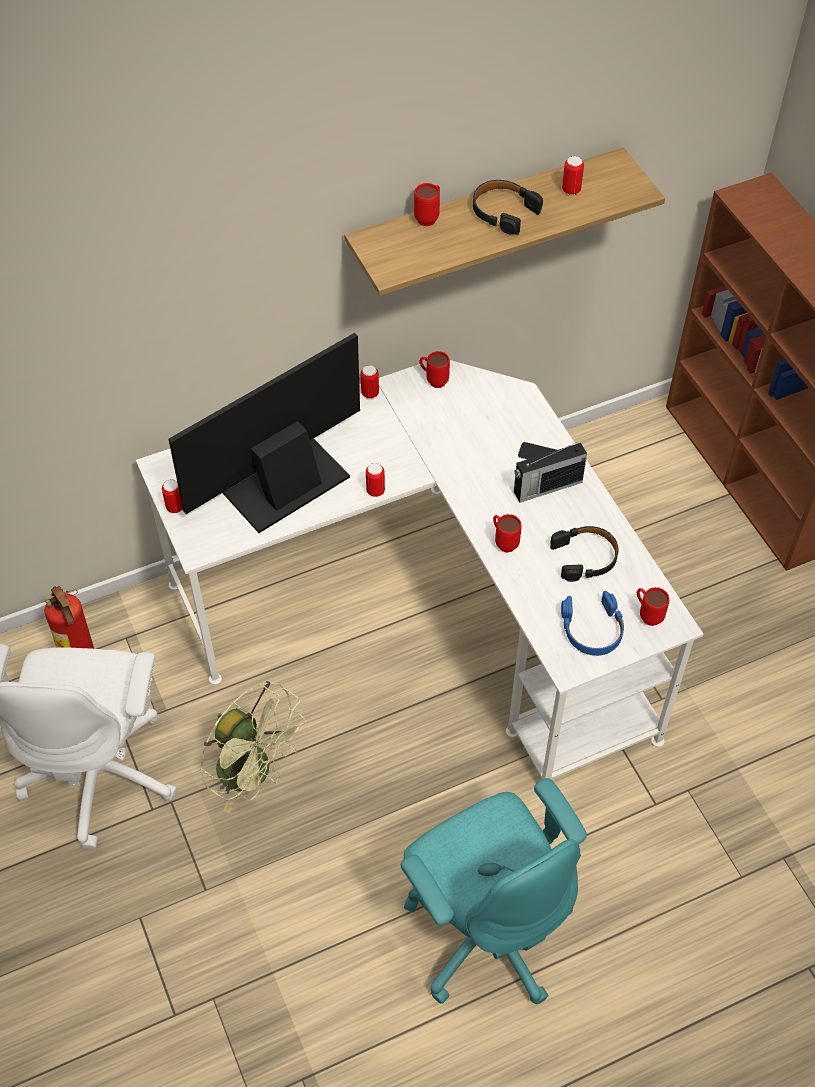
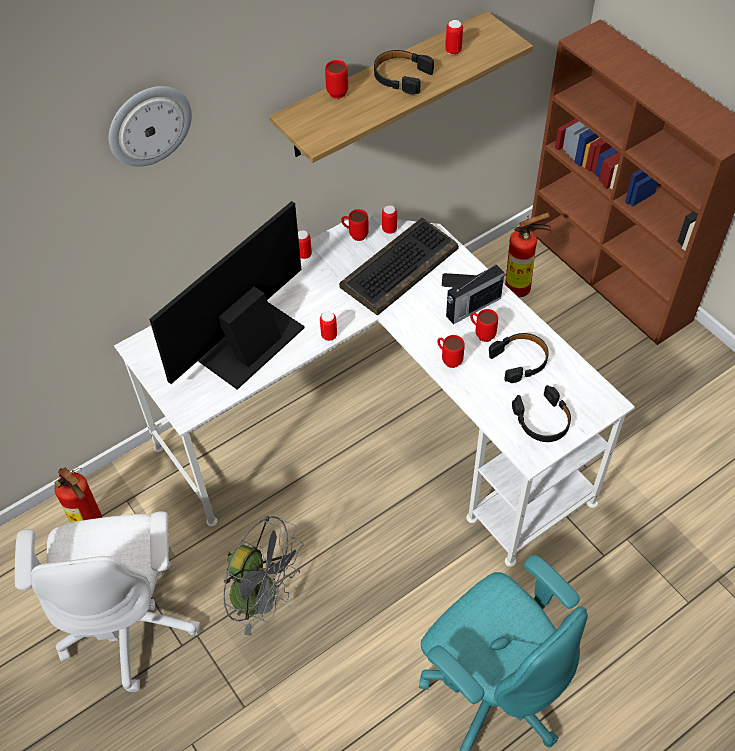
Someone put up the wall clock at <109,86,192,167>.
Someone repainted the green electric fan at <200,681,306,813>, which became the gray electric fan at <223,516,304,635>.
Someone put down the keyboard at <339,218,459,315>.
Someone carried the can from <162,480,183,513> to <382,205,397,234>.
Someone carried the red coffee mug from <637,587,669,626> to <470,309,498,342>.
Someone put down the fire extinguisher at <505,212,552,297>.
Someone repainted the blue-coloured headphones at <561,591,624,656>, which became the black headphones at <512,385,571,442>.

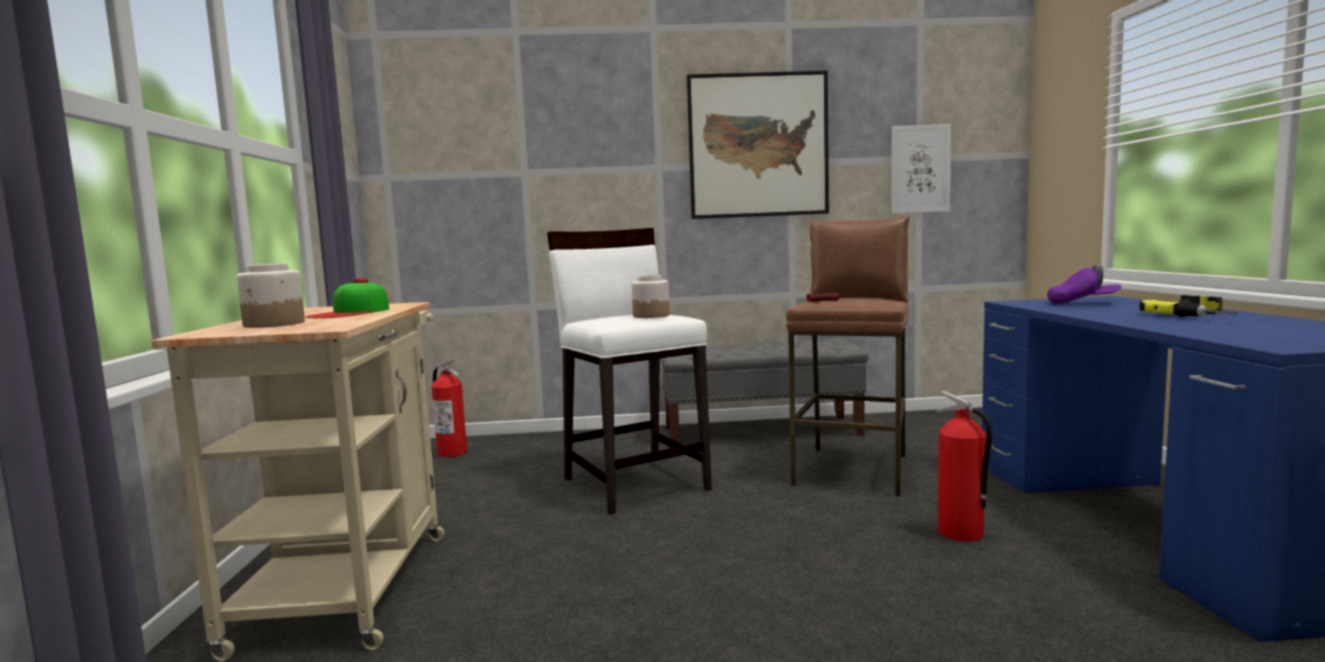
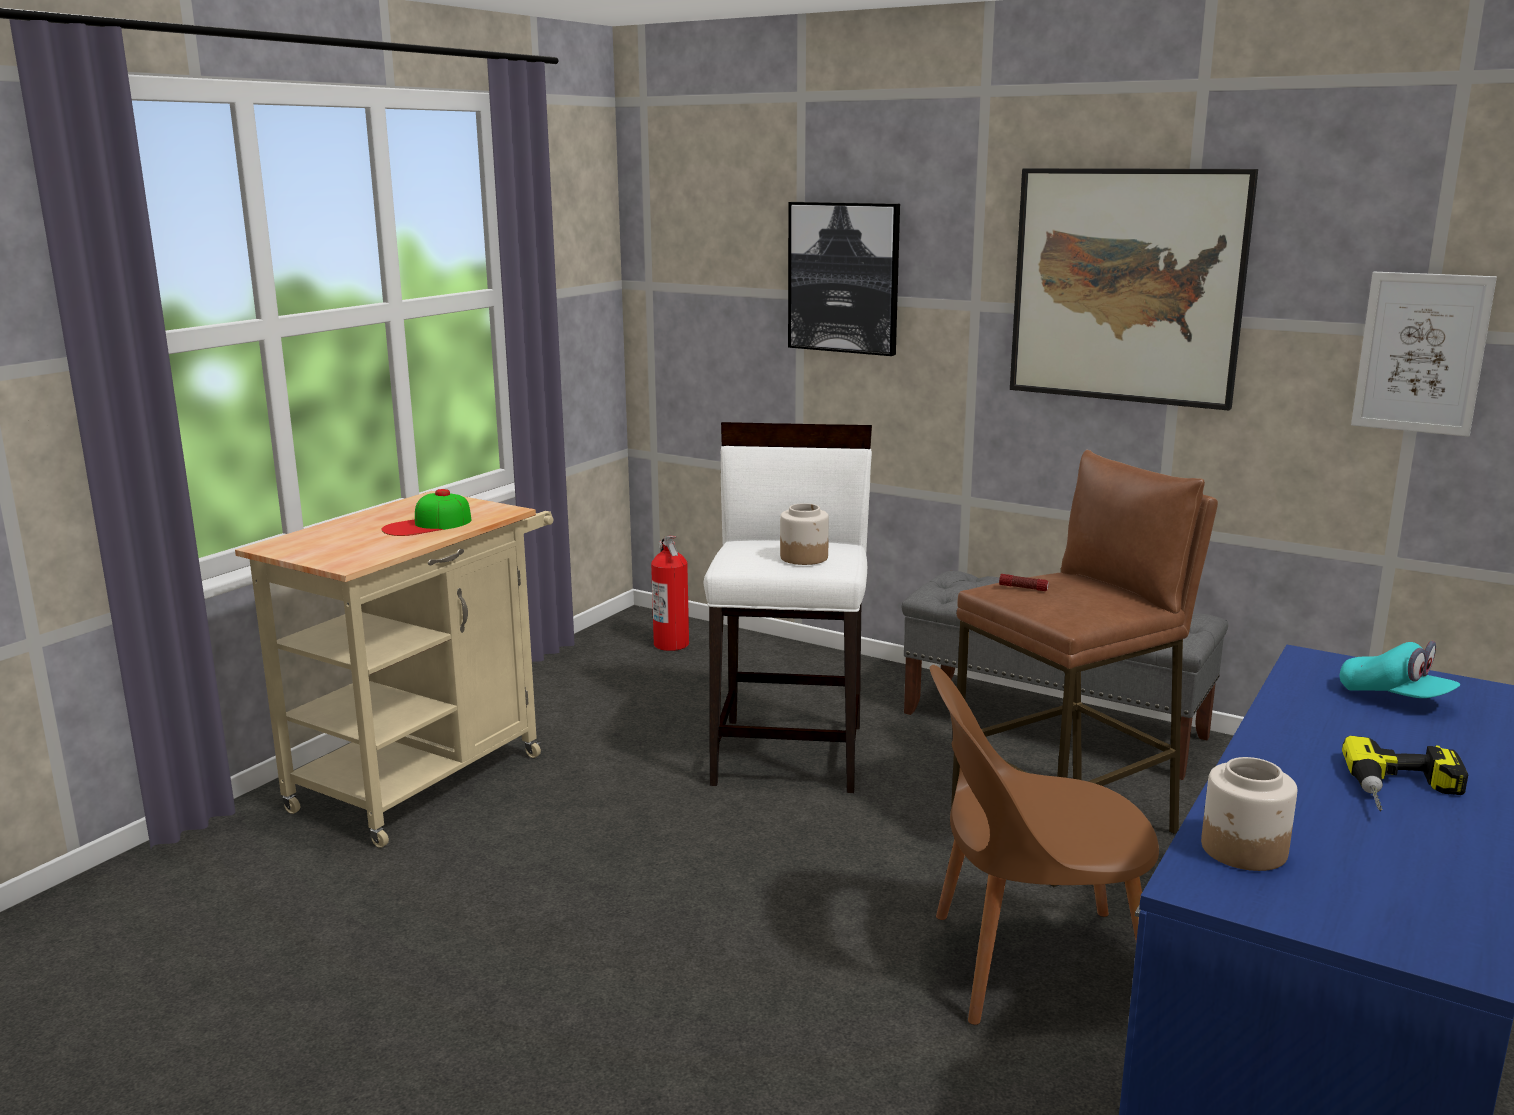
Someone put up the picture at <788,202,900,356>.
Someone swapped the fire extinguisher at <936,391,992,542> for the brown-coloured chair at <930,665,1159,1025>.
Someone carried the preserve jar from <237,263,305,328> to <1201,757,1297,871>.
Someone repainted the purplish baseball cap at <1047,265,1122,304>, which became the turquoise-coloured baseball cap at <1340,641,1460,698>.

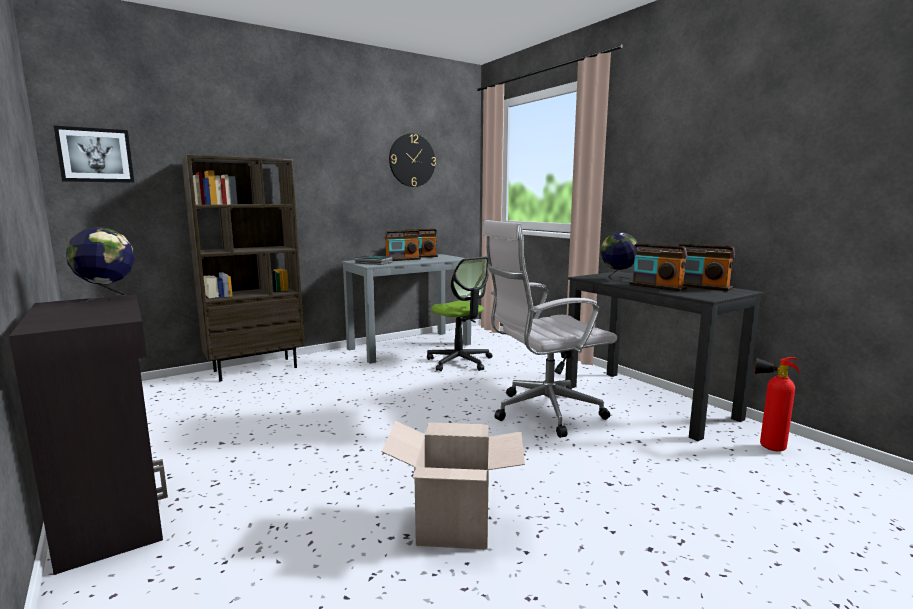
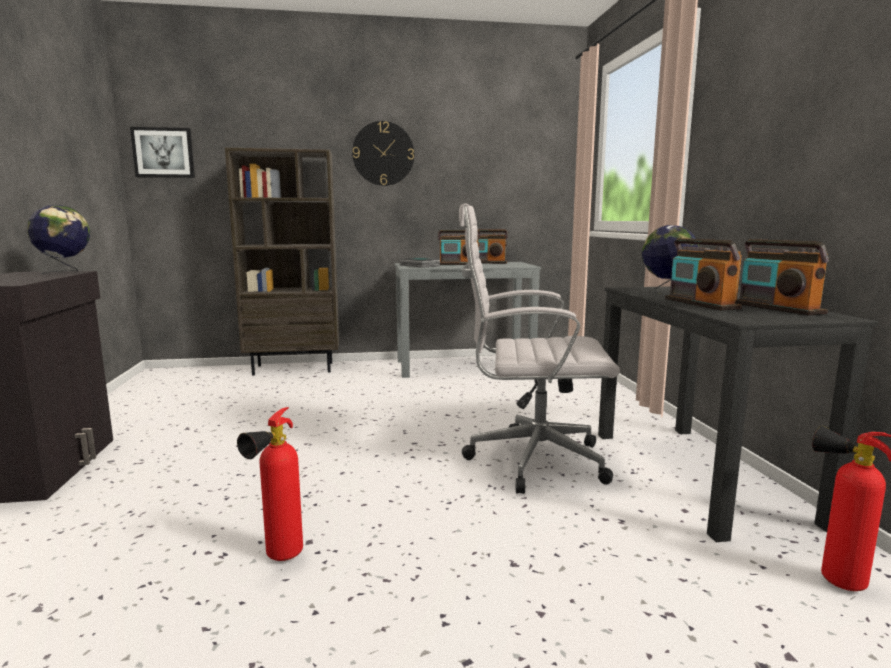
Someone swapped the cardboard box at <381,421,525,550> for the fire extinguisher at <237,407,303,561>.
Someone carried the wall clock from <389,133,436,187> to <352,121,414,186>.
Someone took away the office chair at <427,256,493,371>.

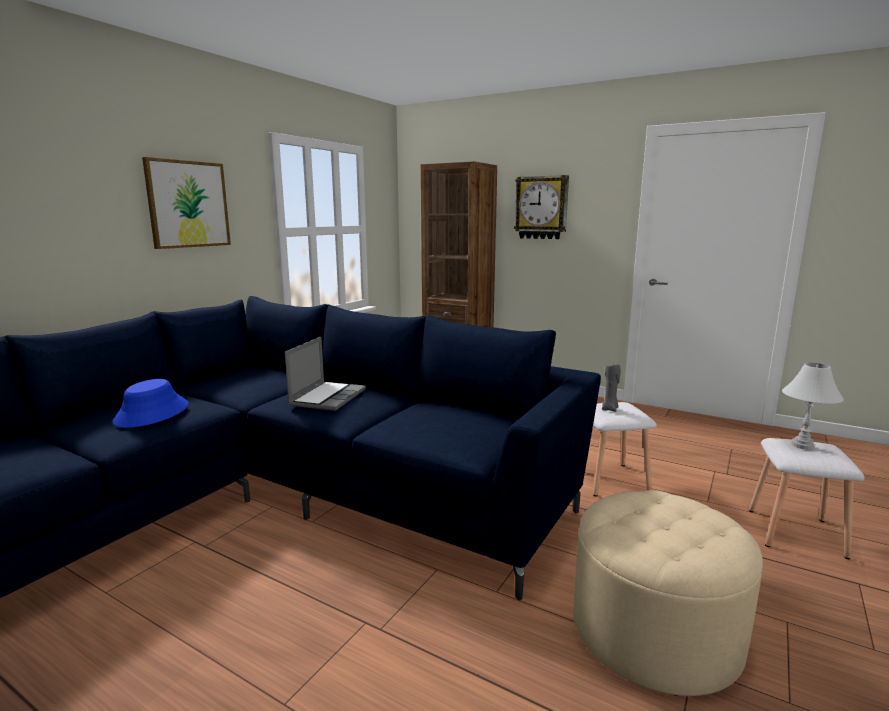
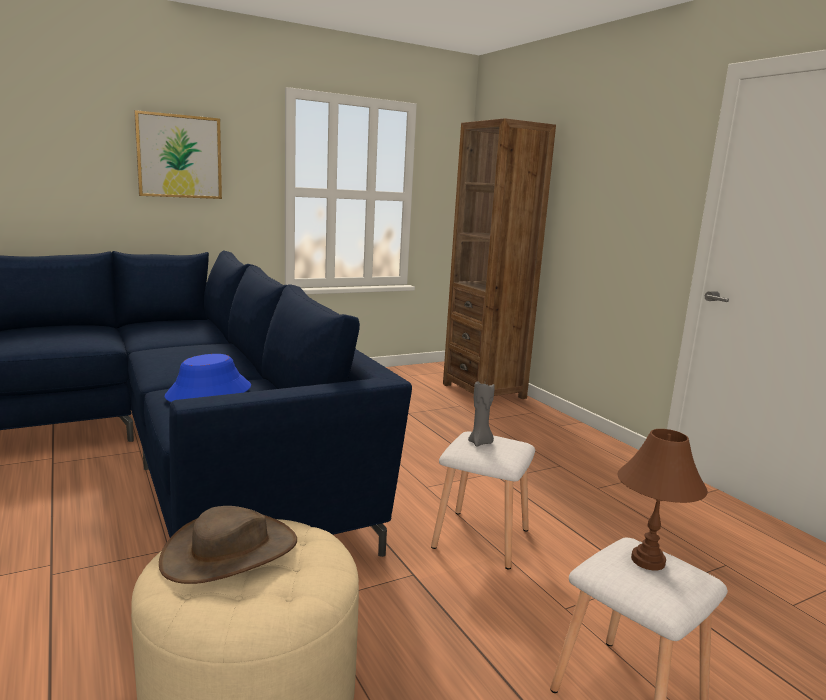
Someone put down the brown-coloured wearable hat at <159,506,297,584>.
Someone carried the blue-coloured wearable hat from <112,379,189,428> to <165,354,251,402>.
Someone repainted the white table lamp at <782,363,844,450>, which became the brown-coloured table lamp at <618,429,708,570>.
Someone took away the notebook computer at <285,336,366,411>.
Someone took away the wall clock at <514,175,569,239>.

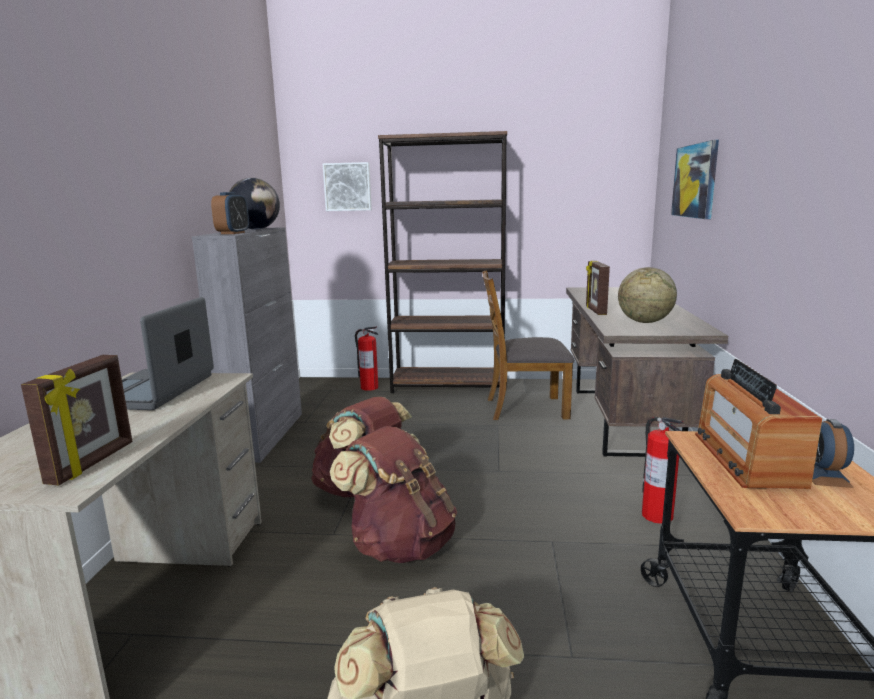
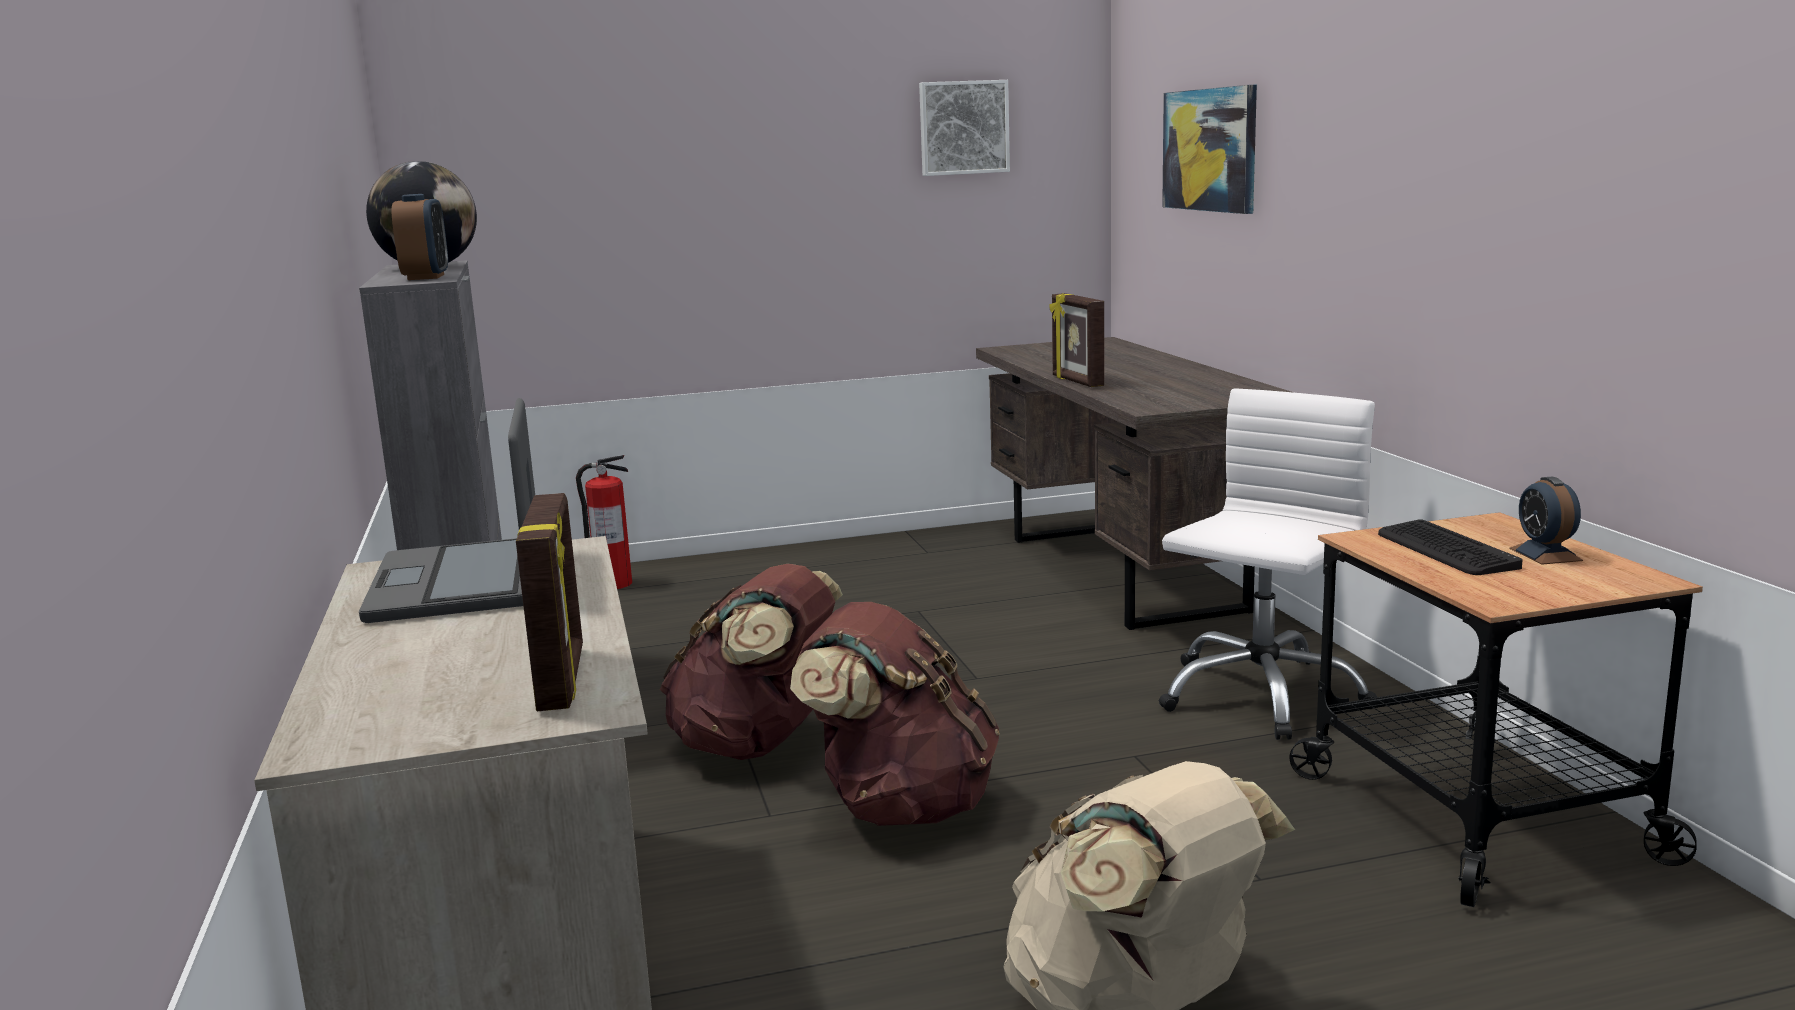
Someone carried the picture from <323,162,372,211> to <919,80,1010,176>.
Someone swapped the fire extinguisher at <642,417,683,524> for the white office chair at <1159,389,1377,740>.
Someone swapped the radio at <695,359,822,489> for the keyboard at <1378,519,1523,575>.
Someone took away the brown-coloured shelving unit at <378,131,507,393>.
Someone took away the brown-coloured chair at <482,270,575,420>.
Someone took away the desk globe at <618,267,677,323>.

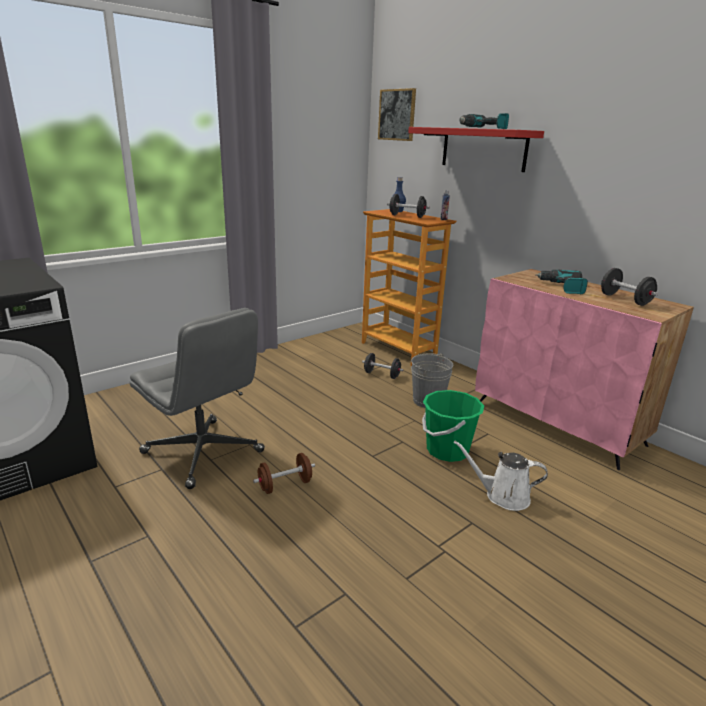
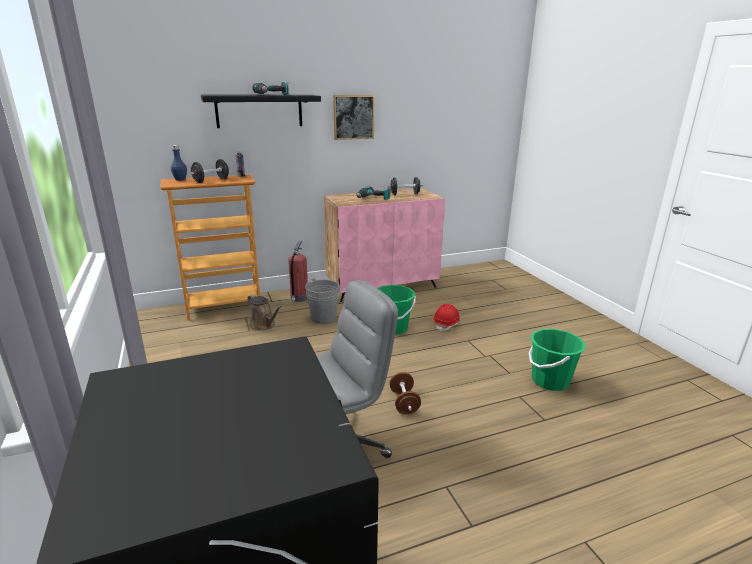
Someone repainted the red wall shelf at <408,127,544,172>, which became the black wall shelf at <201,95,321,128>.
Someone swapped the black dumbbell at <362,353,404,379> for the brown-coloured watering pot at <247,295,282,331>.
Someone put down the fire extinguisher at <288,241,308,303>.
Someone carried the picture from <378,88,416,141> to <333,95,374,140>.
Someone swapped the white watering pot at <454,440,548,511> for the red safety helmet at <433,304,461,331>.
Someone put down the green water bucket at <529,329,586,391>.

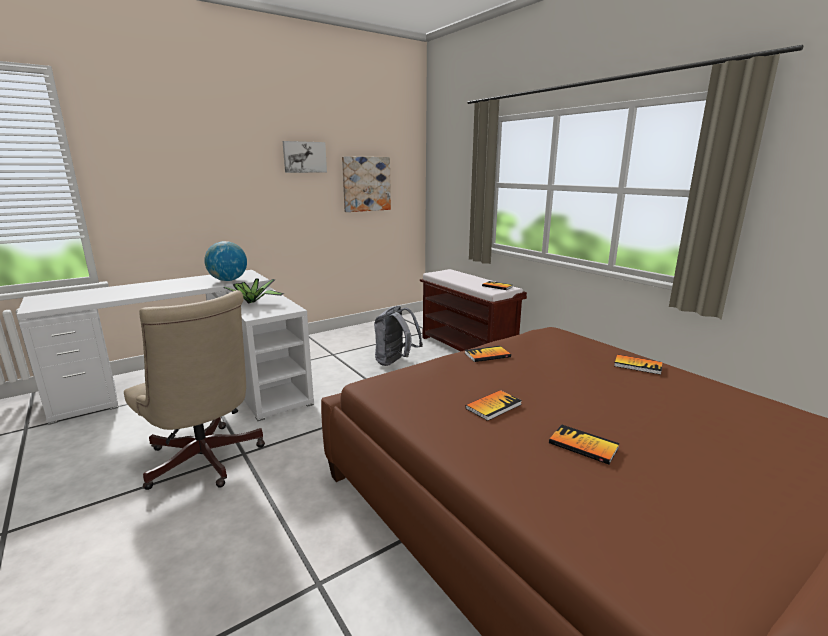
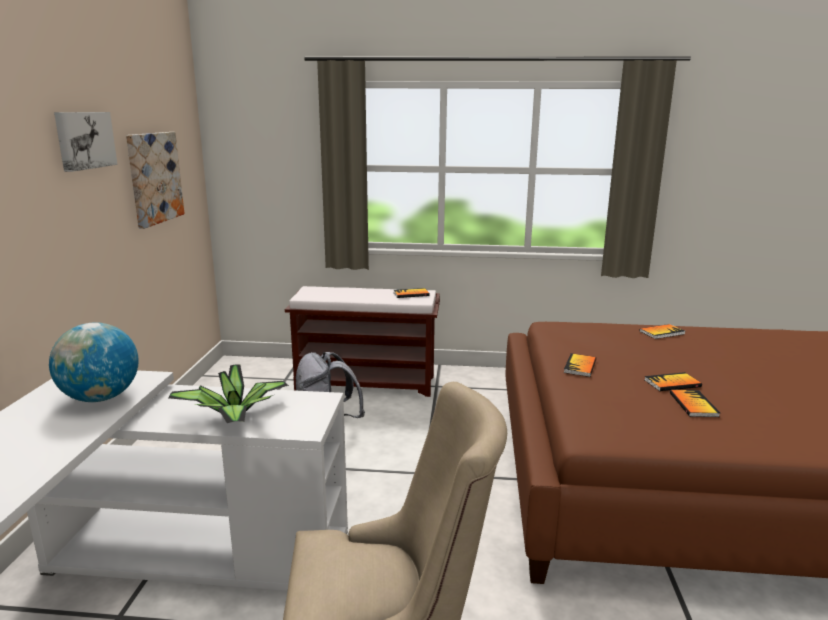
Someone carried the bound book from <549,425,620,465> to <645,372,702,391>.

